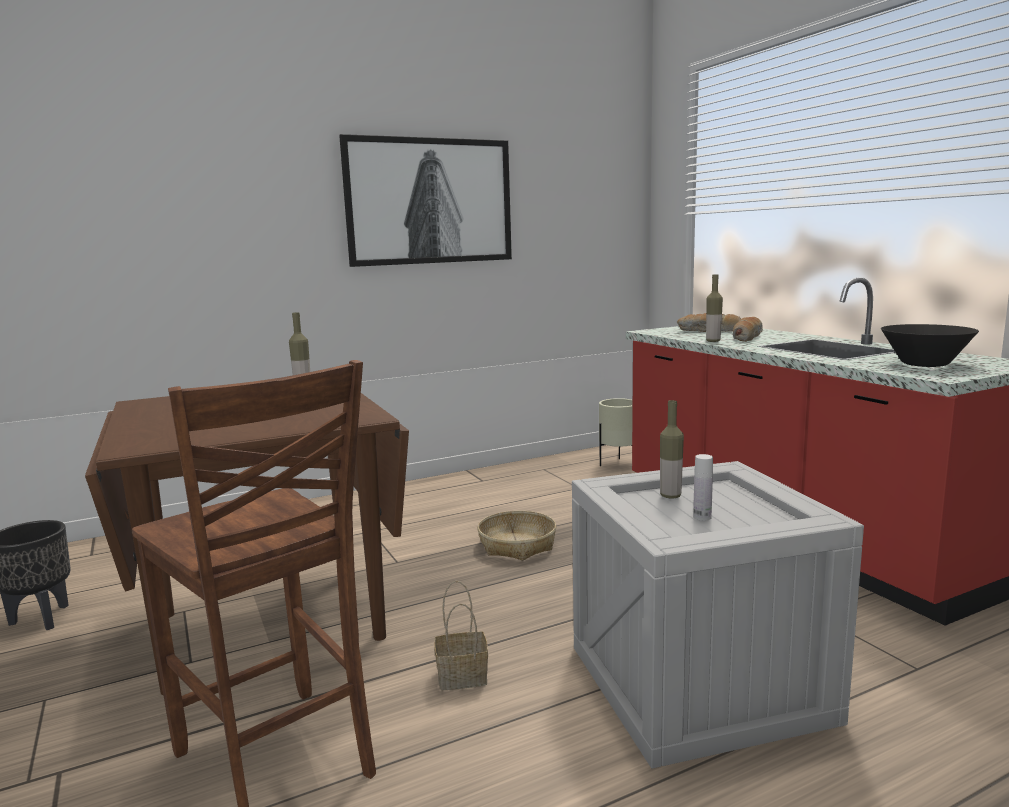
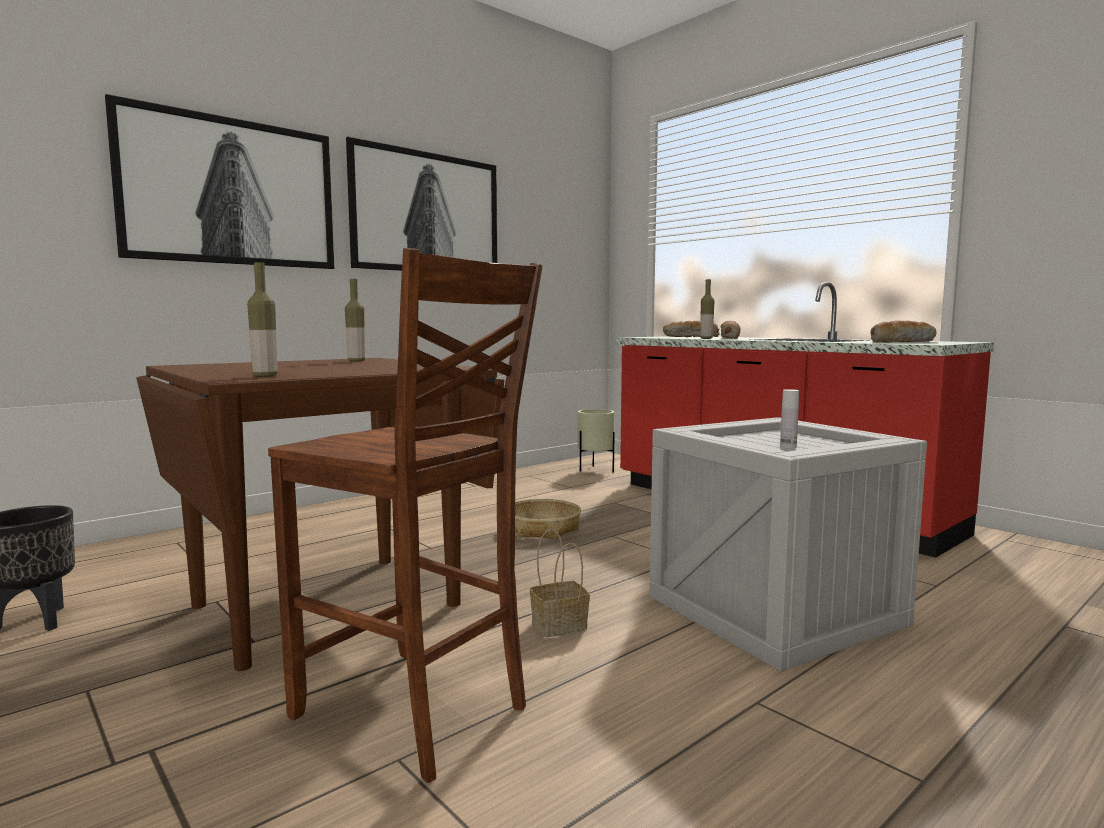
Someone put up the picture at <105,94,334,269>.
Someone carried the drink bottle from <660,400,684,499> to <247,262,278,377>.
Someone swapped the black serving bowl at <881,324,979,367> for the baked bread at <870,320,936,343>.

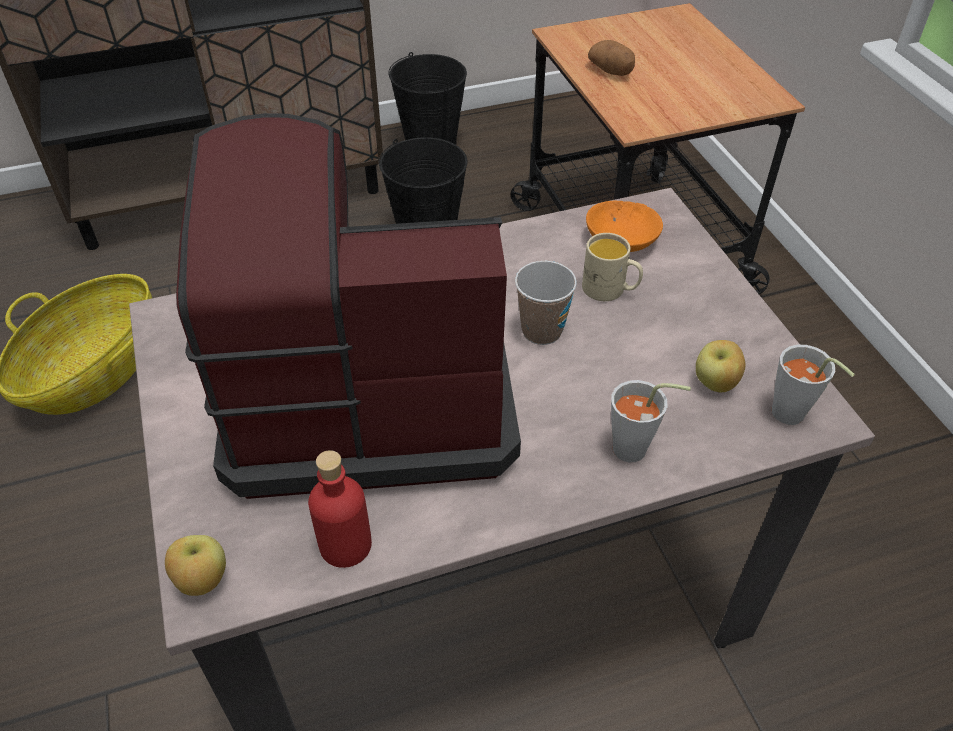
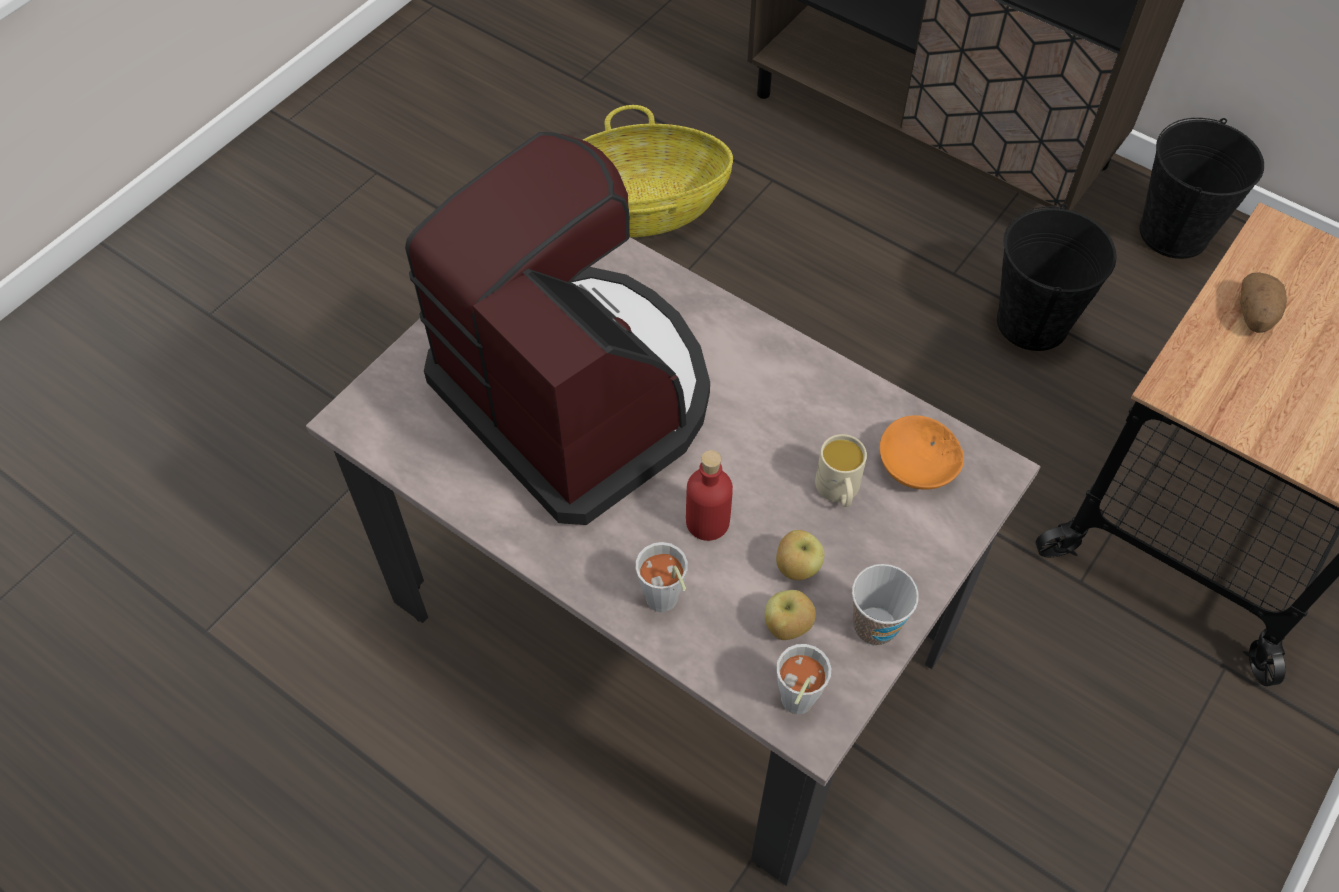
Someone carried the red drink bottle from <308,450,372,568> to <686,450,733,541>.
Someone carried the apple fruit from <165,535,226,596> to <776,530,825,580>.
Someone carried the drinking cup from <515,261,577,345> to <852,564,919,646>.

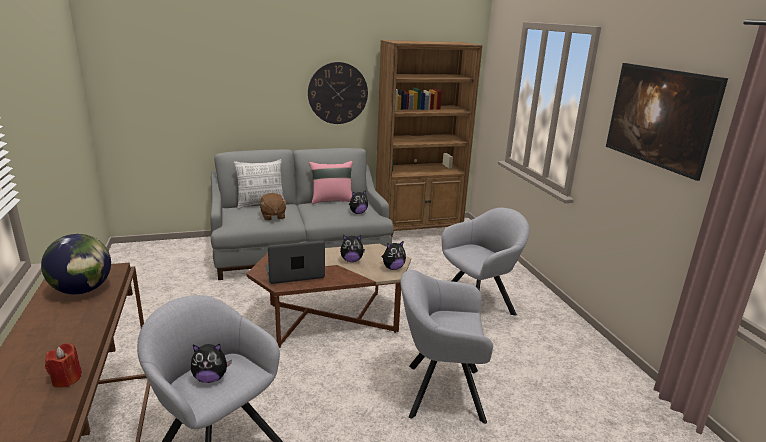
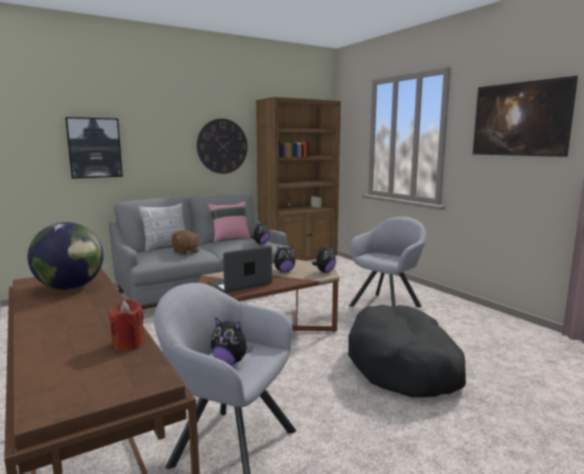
Someone put up the picture at <65,117,123,179>.
Someone rotated the plush toy at <191,344,232,383> by 45 degrees clockwise.
Someone swapped the gray easy chair at <400,270,493,424> for the black pet bed at <348,305,466,397>.

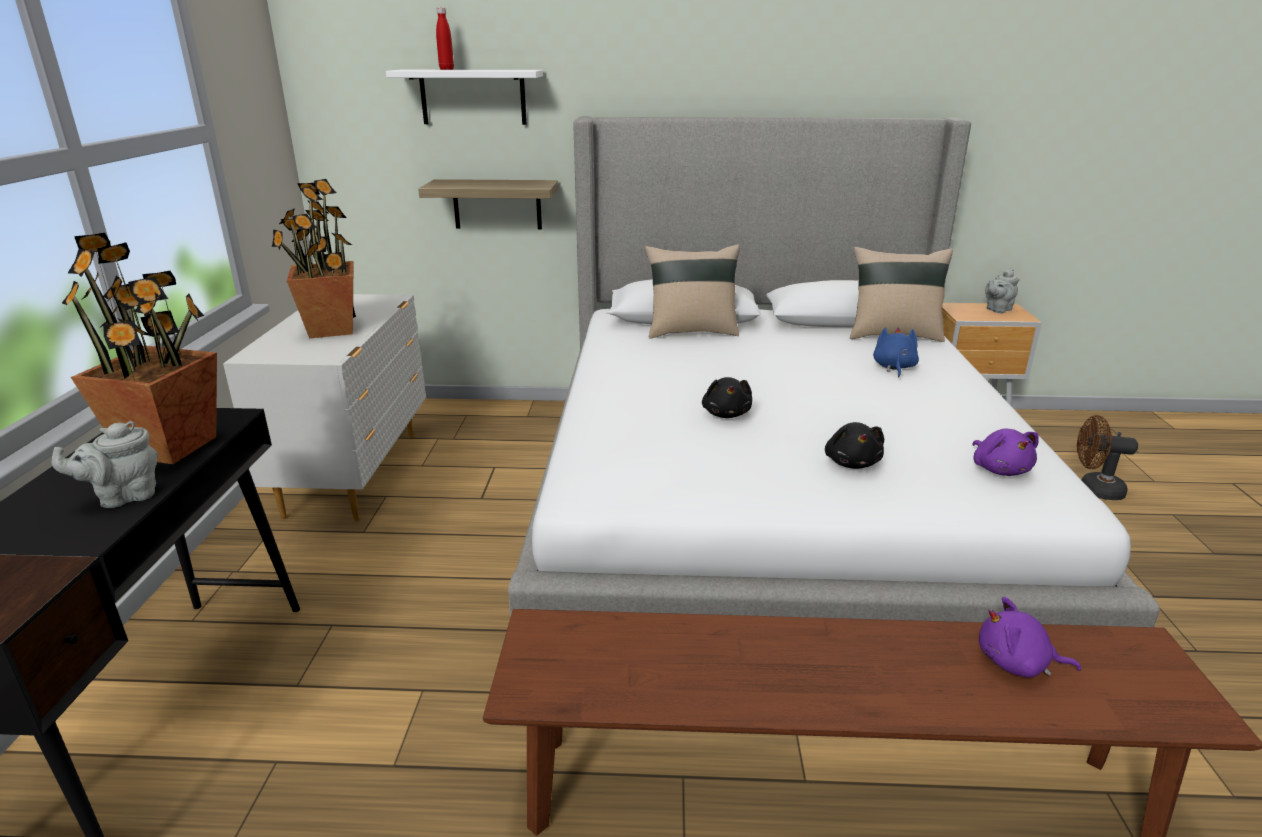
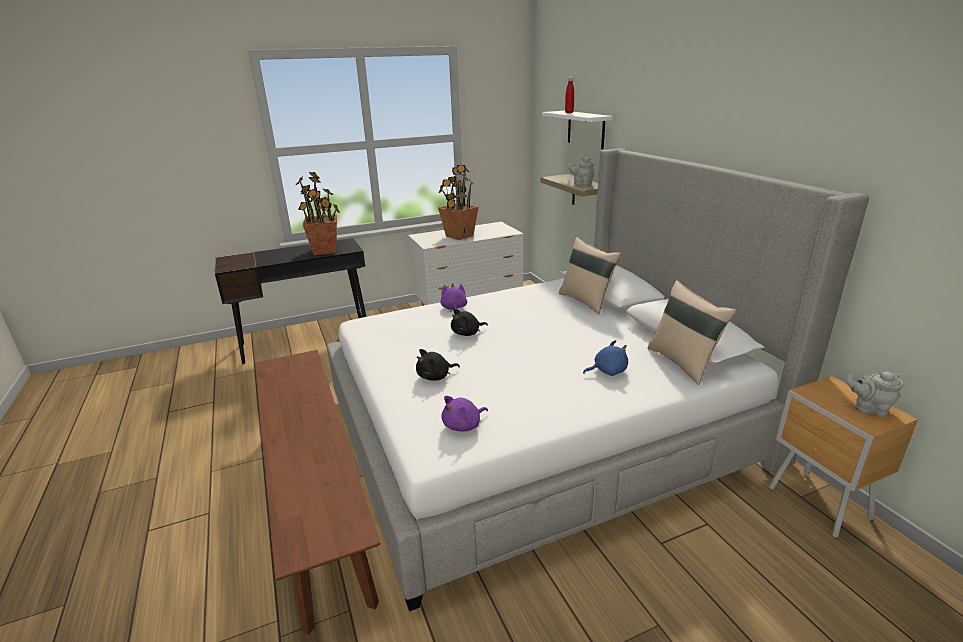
Someone carried the purplish plush toy from <979,597,1081,678> to <440,283,467,312>.
Someone carried the gray pot for tea from <52,421,158,508> to <568,158,594,185>.
Someone took away the brown-coloured electric fan at <1077,415,1138,500>.

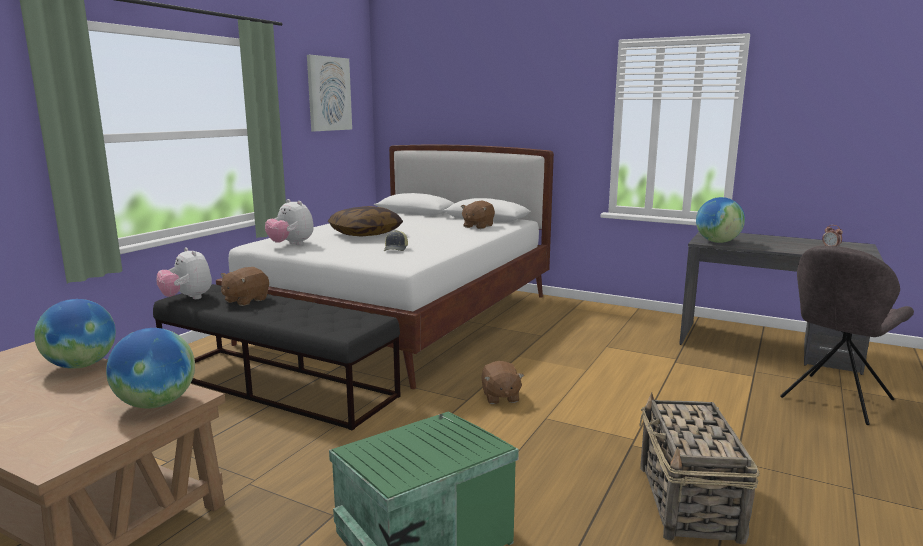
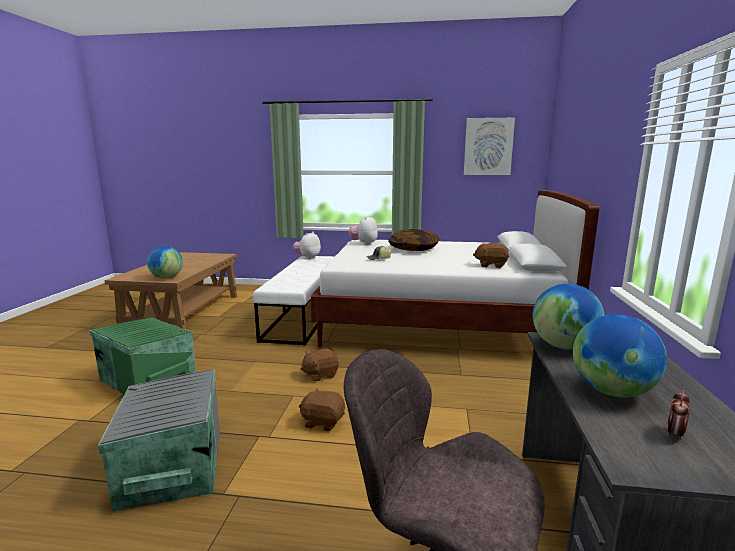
Someone swapped the household basket at <639,393,760,545> for the gray storage container at <98,369,220,512>.
Someone repainted the black bench at <153,284,400,431>, which became the white bench at <253,256,335,346>.
Someone carried the brown-coloured plush toy from <221,267,269,306> to <299,388,345,431>.
Someone carried the desk globe from <34,299,116,369> to <573,314,667,397>.

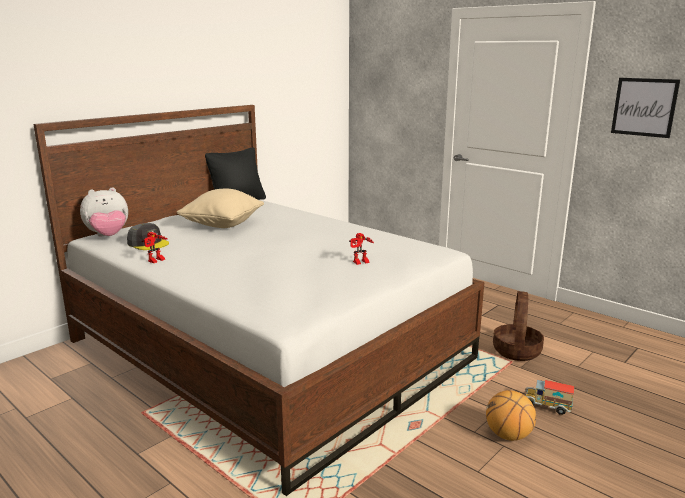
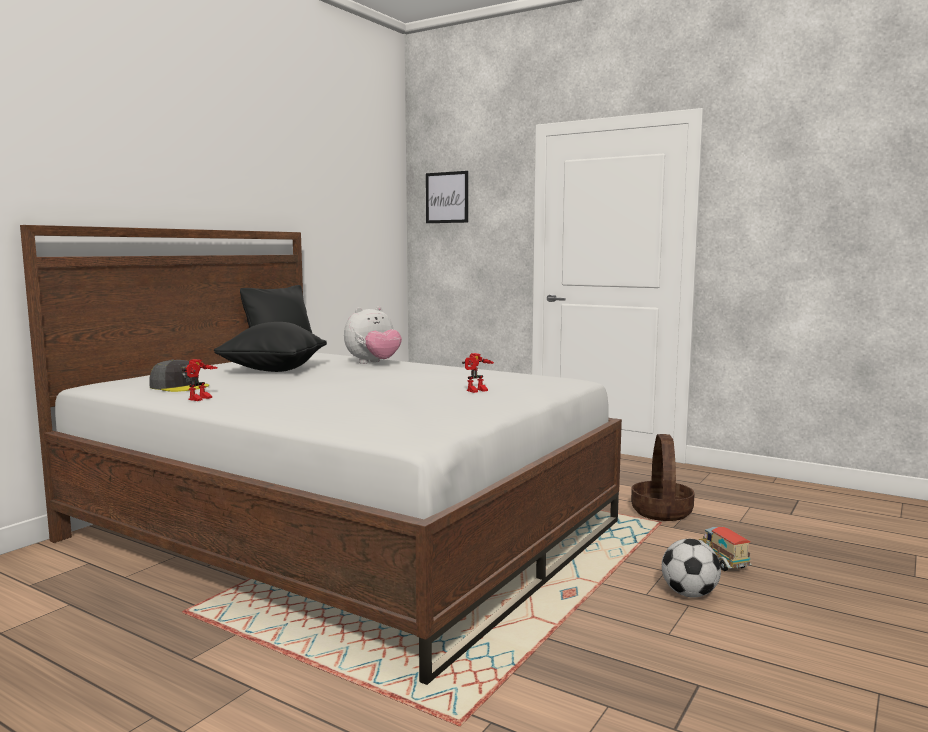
Someone repainted the sand-coloured throw pillow at <177,189,264,228>, which became the black throw pillow at <214,322,327,372>.
Someone carried the plush toy from <80,187,128,236> to <344,306,402,364>.
Someone carried the picture from <611,78,680,138> to <426,171,468,223>.
Someone swapped the basketball ball at <486,390,536,441> for the football ball at <662,539,721,598>.
Someone rotated the model truck at <525,380,574,415> by 60 degrees clockwise.

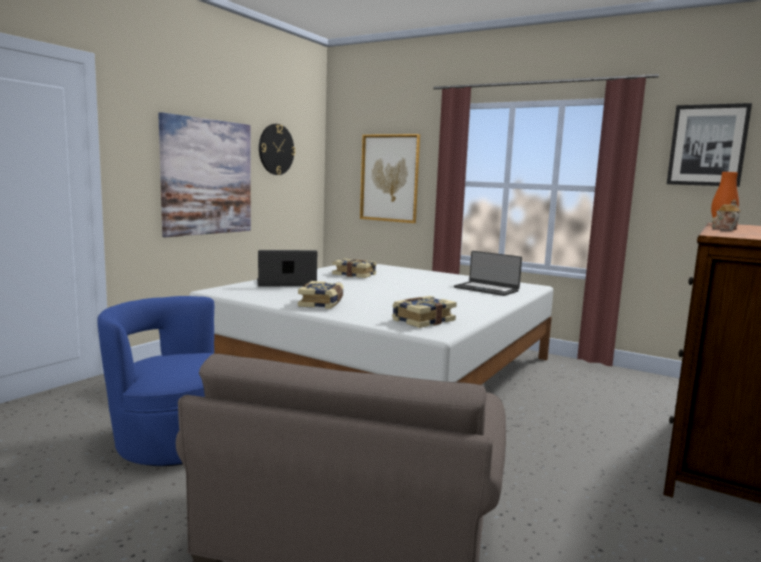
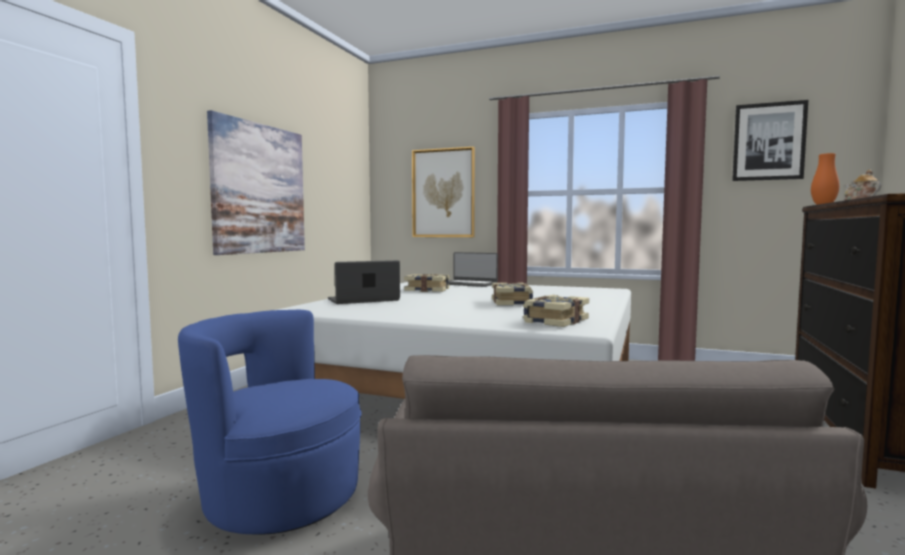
Someone carried the notebook computer from <454,251,522,296> to <448,252,498,287>.
Someone carried the bound book from <298,281,344,309> to <492,283,533,305>.
Someone took away the wall clock at <259,124,295,175>.

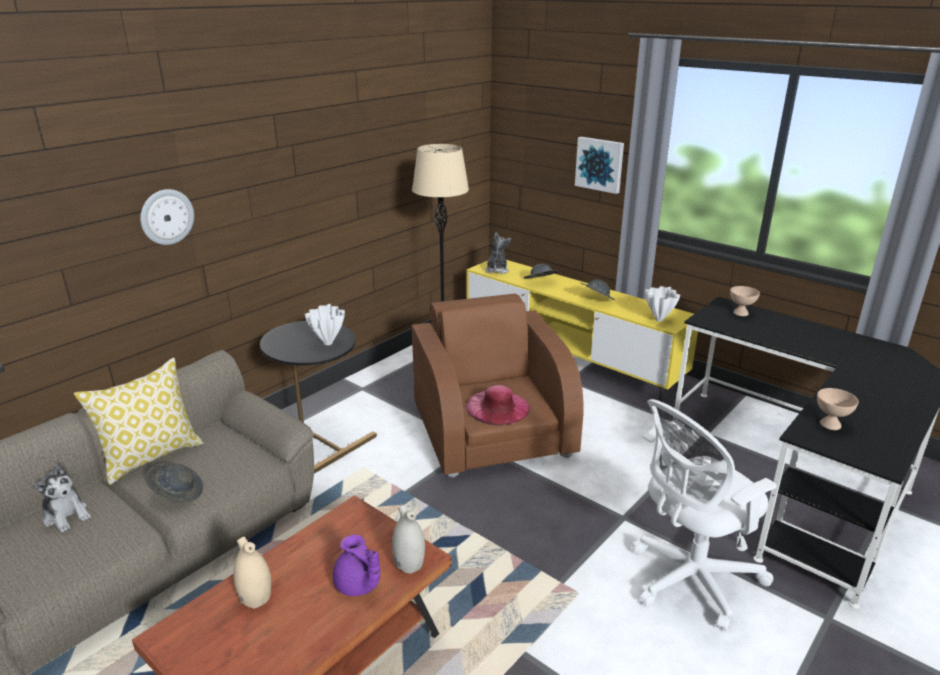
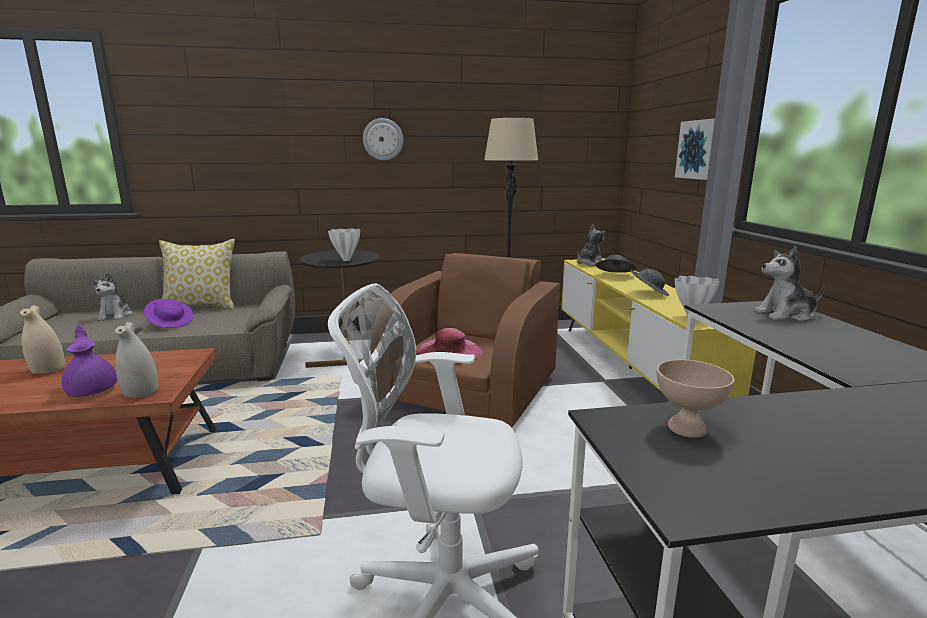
Someone rotated the purplish pot for tea at <333,535,380,596> by 150 degrees clockwise.
Someone repainted the gray wearable hat at <146,463,203,503>, which became the purplish wearable hat at <144,299,193,328>.
Someone carried the wall clock from <140,189,194,245> to <363,118,403,160>.
Someone swapped the sand-coloured serving bowl at <730,286,760,316> for the plush toy at <754,245,825,321>.

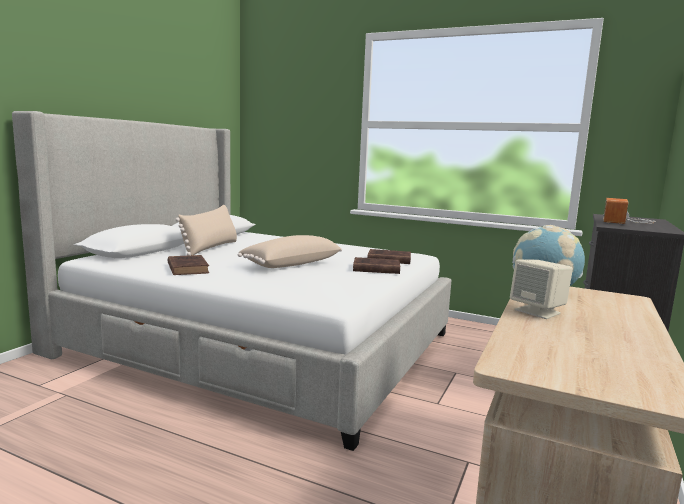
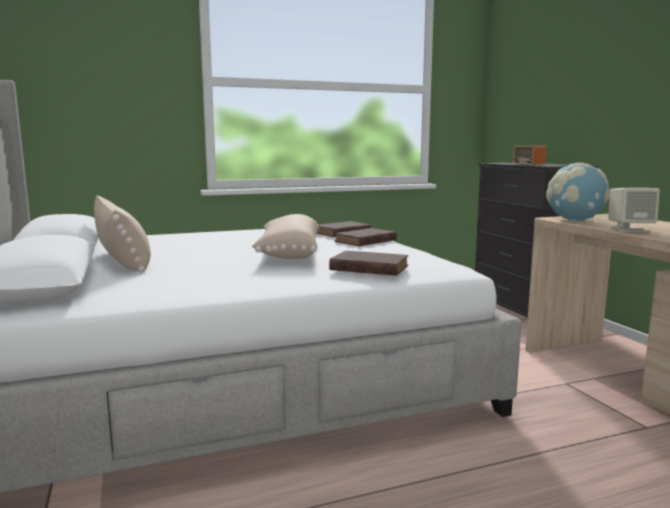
Someone carried the brown-coloured bound book from <168,255,209,275> to <329,251,408,276>.

